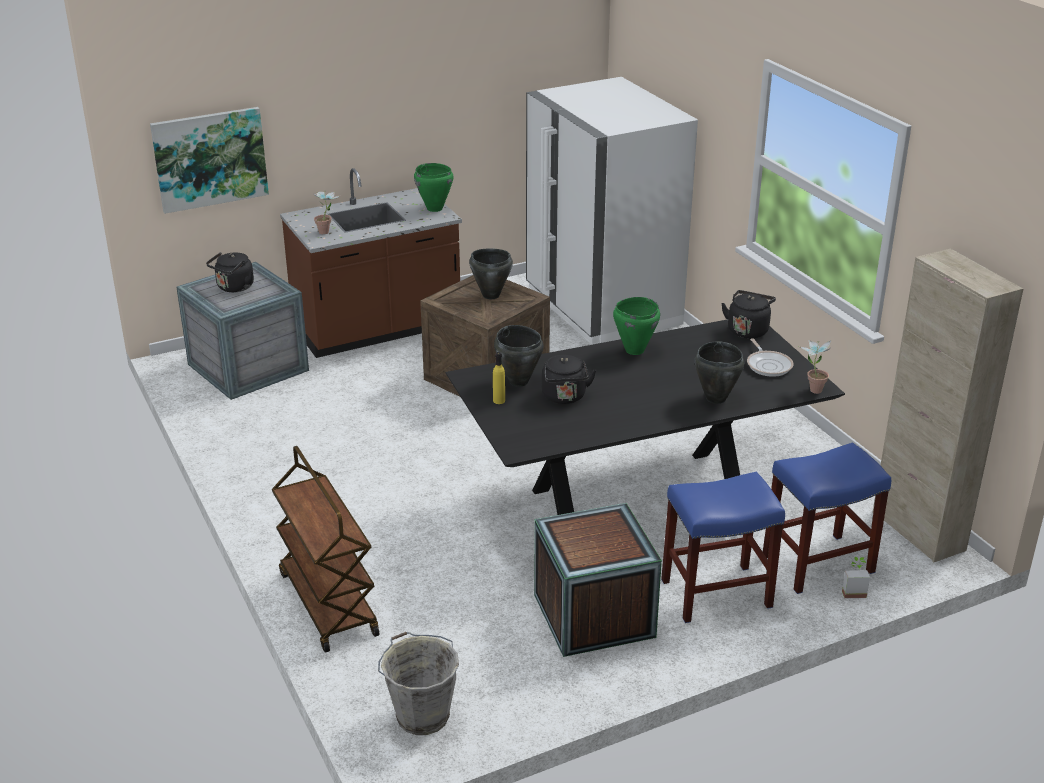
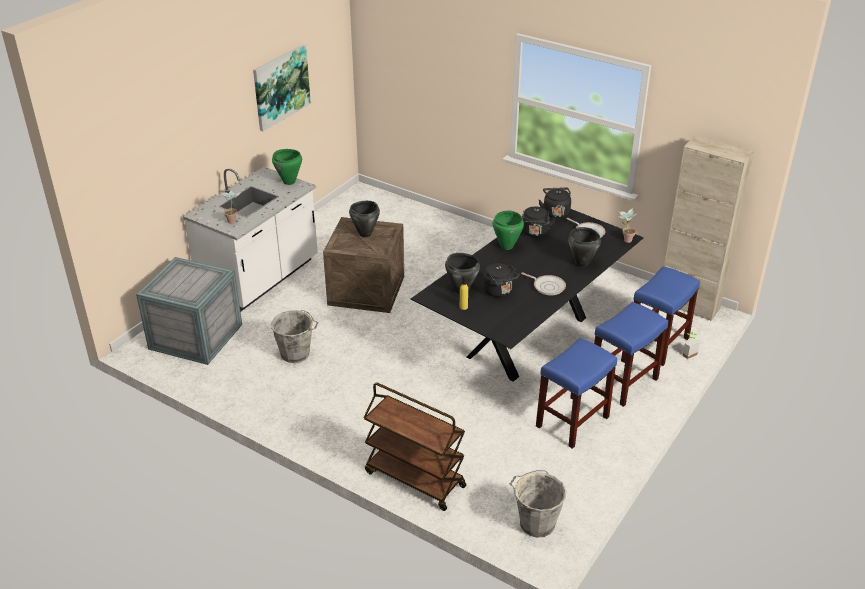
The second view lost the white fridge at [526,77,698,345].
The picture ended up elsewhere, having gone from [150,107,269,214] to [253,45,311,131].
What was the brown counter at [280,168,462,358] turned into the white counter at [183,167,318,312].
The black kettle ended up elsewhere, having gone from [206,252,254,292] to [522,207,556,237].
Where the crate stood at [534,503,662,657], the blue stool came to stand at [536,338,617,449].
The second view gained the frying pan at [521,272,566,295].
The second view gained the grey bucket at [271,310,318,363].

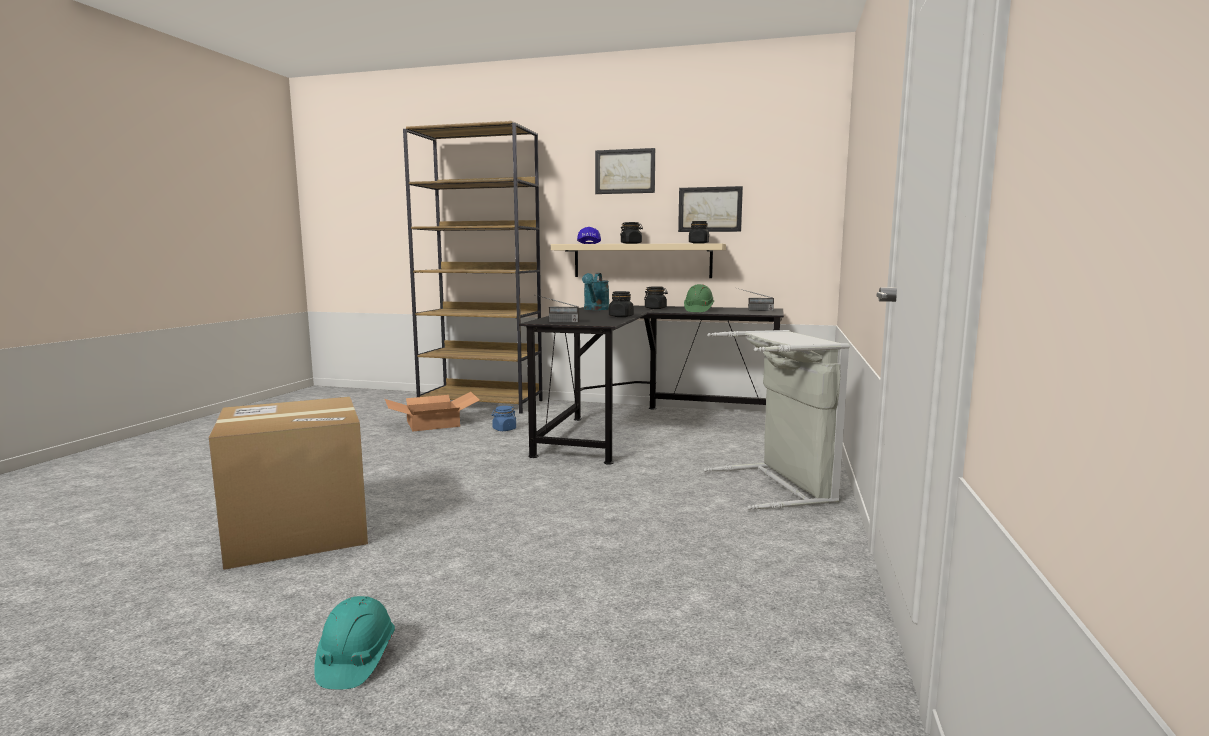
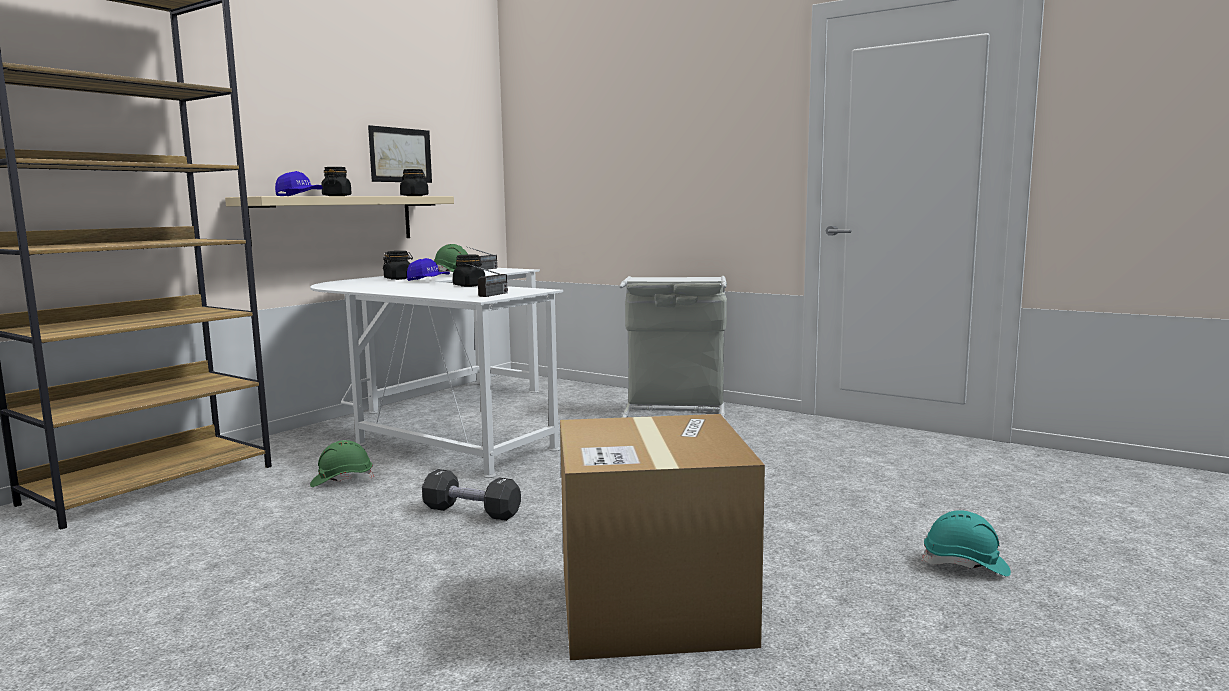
The second view lost the picture at [595,148,655,194].
The second view lost the turquoise watering can at [582,273,610,310].
What was the black desk at [519,306,784,465] turned into the white desk at [310,268,563,478].
The second view lost the cardboard box at [385,392,479,431].
Where the blue jar stood at [492,406,516,431], the green hard hat came to stand at [310,440,374,487].
The second view gained the blue cap at [407,258,450,281].
The second view gained the black dumbbell at [422,469,521,521].

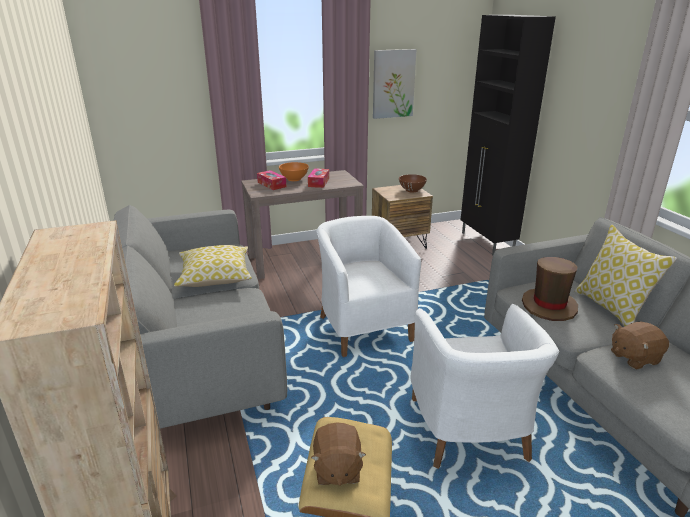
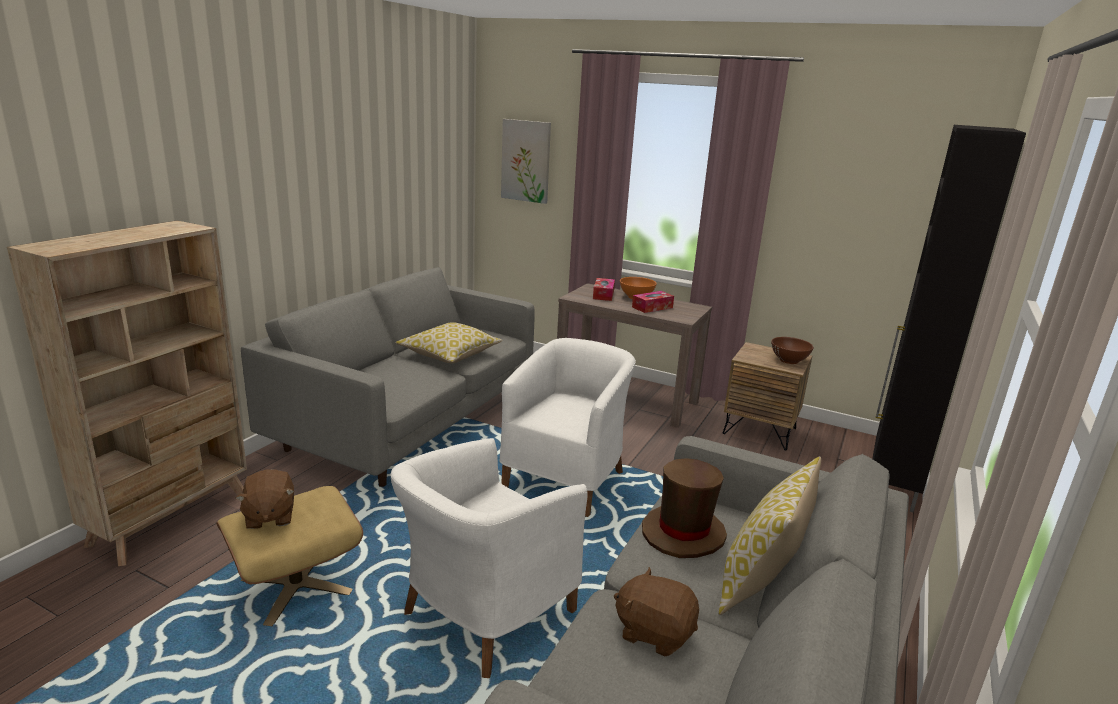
The picture ended up elsewhere, having gone from [373,49,417,119] to [501,119,551,204].
The brown plush toy at [311,422,366,486] ended up facing another way, 60 degrees counterclockwise from before.

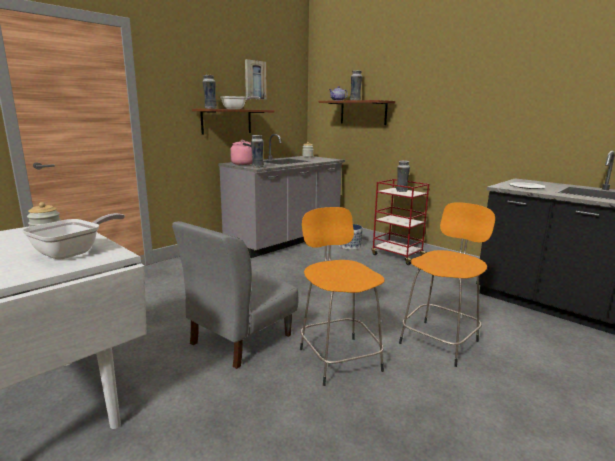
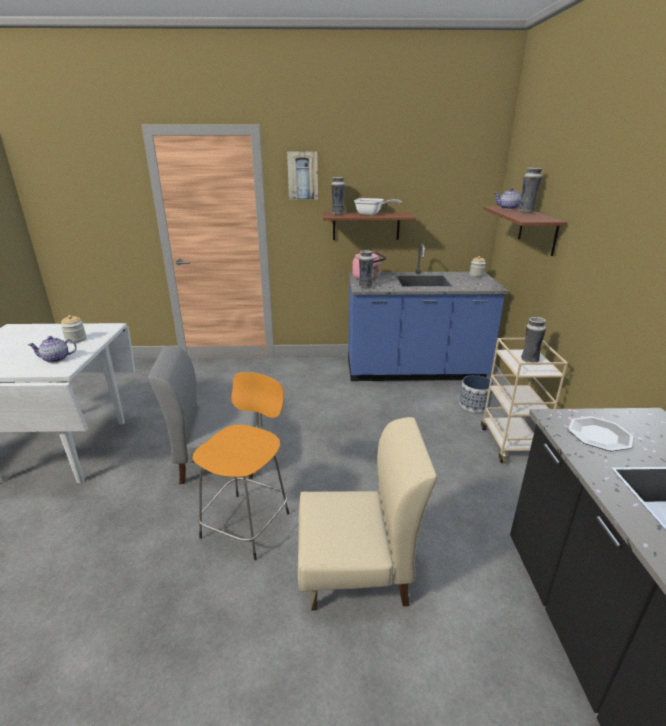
The picture ended up elsewhere, having gone from [245,59,267,99] to [287,151,318,200].
What was the grey counter at [218,134,345,258] turned into the blue counter at [348,244,508,381].
What was the red cart at [371,179,429,265] turned into the beige cart at [481,338,568,463].
Where the orange stool stood at [399,202,495,367], the beige chair came to stand at [298,417,437,611].
Where the frying pan stood at [22,213,125,260], the teapot came to stand at [28,336,77,363].

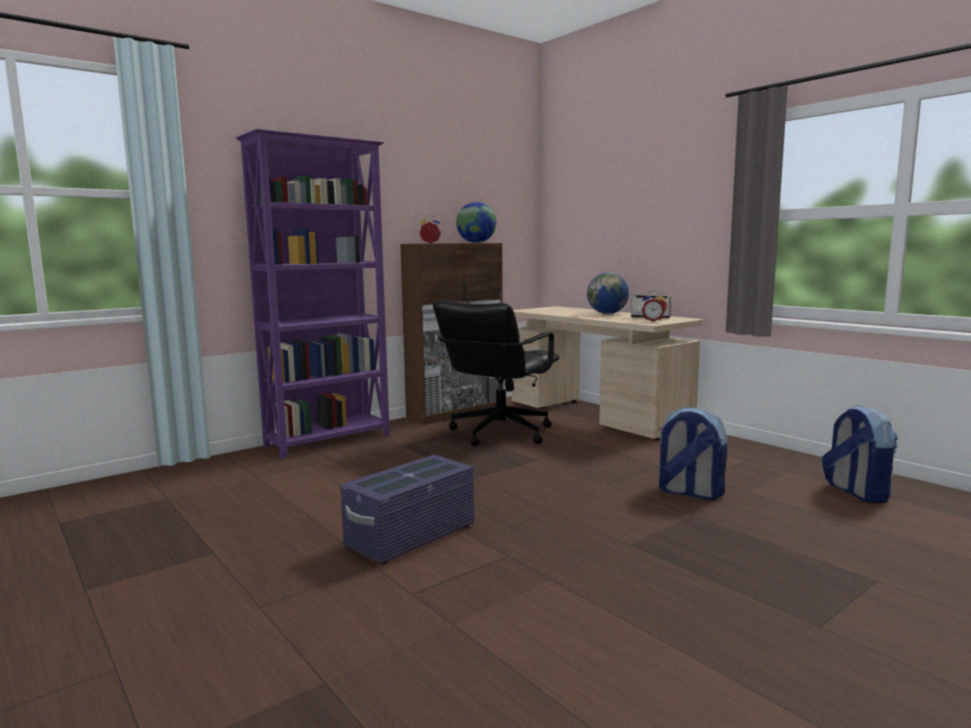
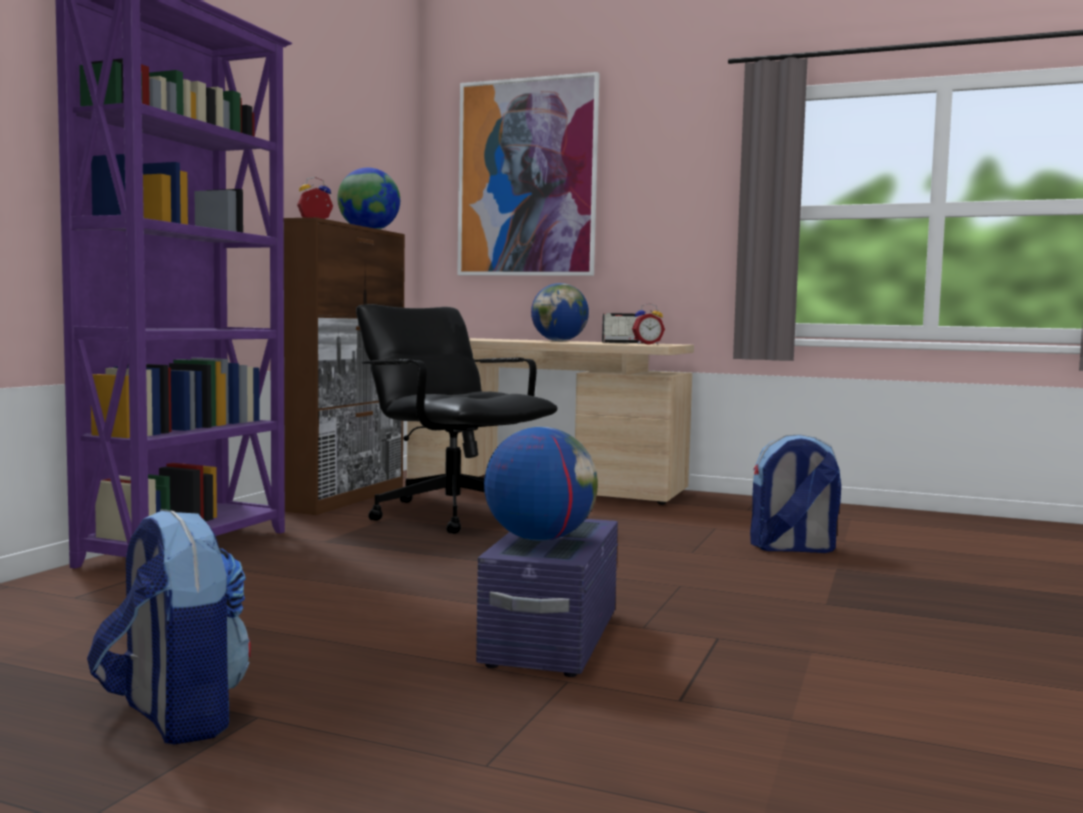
The black office chair at [433,301,560,446] ended up facing another way, 135 degrees clockwise from before.
The backpack ended up elsewhere, having gone from [822,405,898,503] to [87,509,251,744].
The second view gained the picture at [457,72,599,276].
The second view gained the globe at [484,427,598,541].

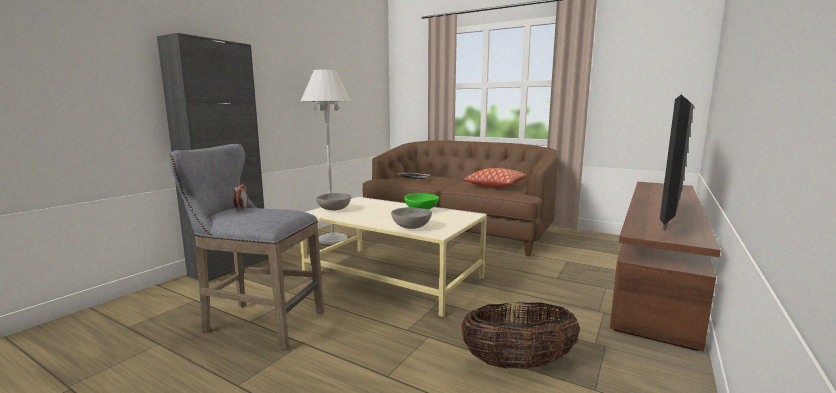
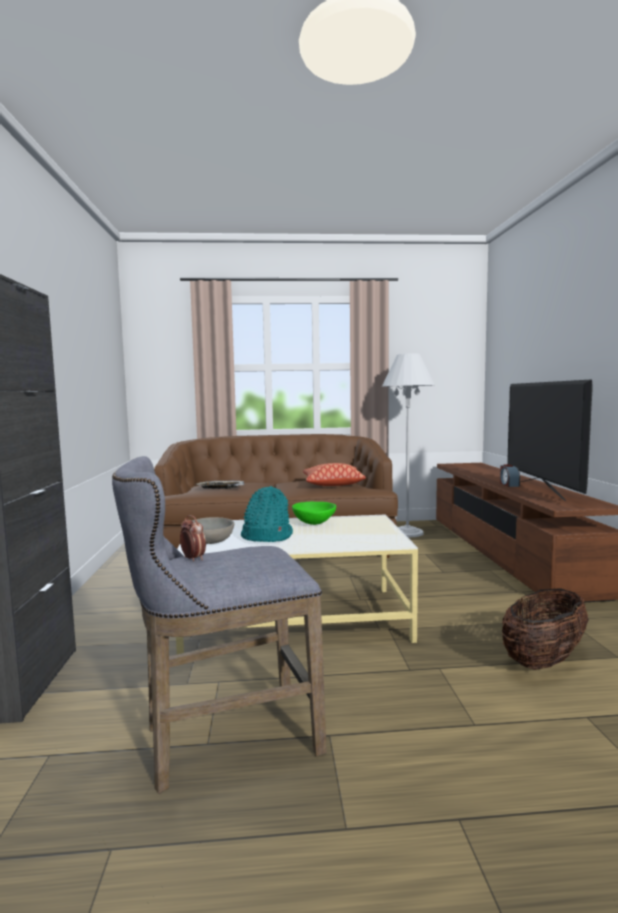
The white floor lamp ended up elsewhere, having gone from [301,70,352,244] to [382,353,435,538].
The second view lost the grey bowl at [391,207,432,229].
The second view gained the alarm clock at [500,464,520,487].
The second view gained the turquoise hat at [241,486,293,542].

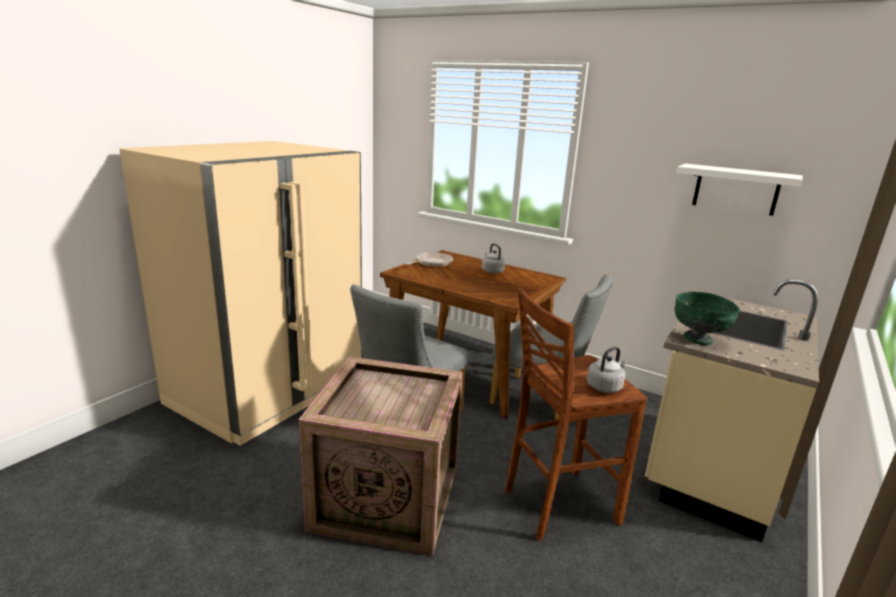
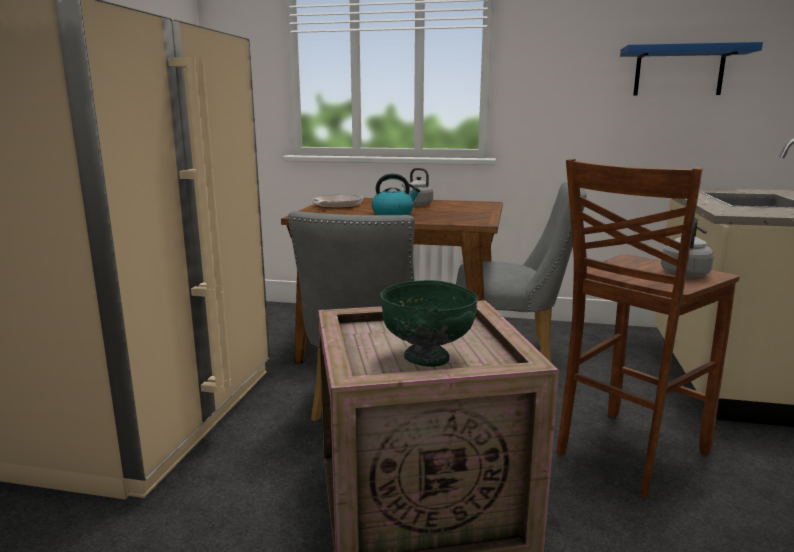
What was the white shelf at [676,164,803,216] turned into the blue shelf at [620,42,763,95].
The green bowl ended up elsewhere, having gone from [674,292,740,345] to [380,280,478,367].
The second view gained the kettle at [371,173,420,215].

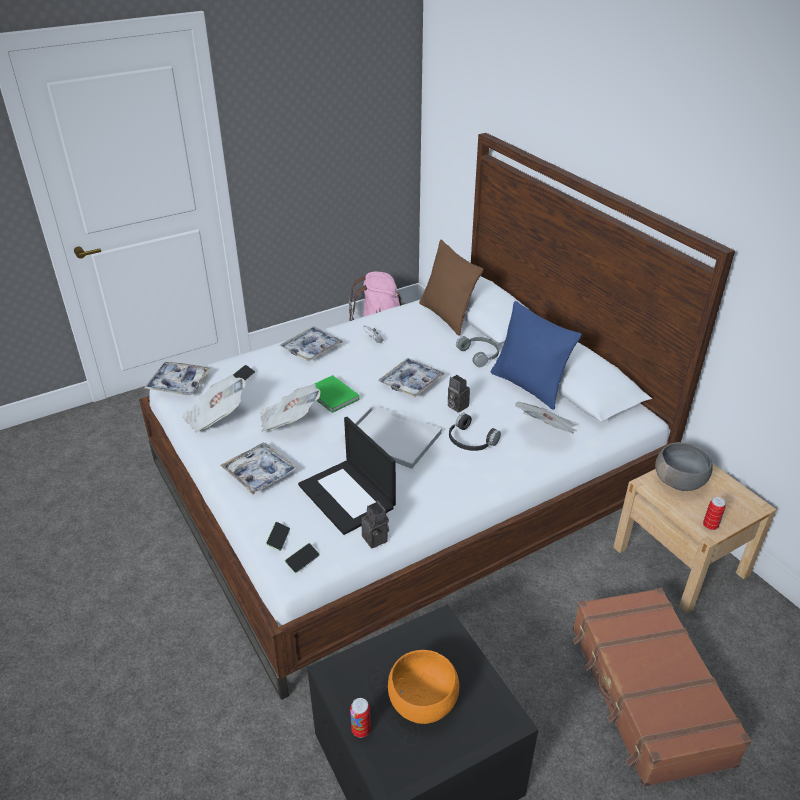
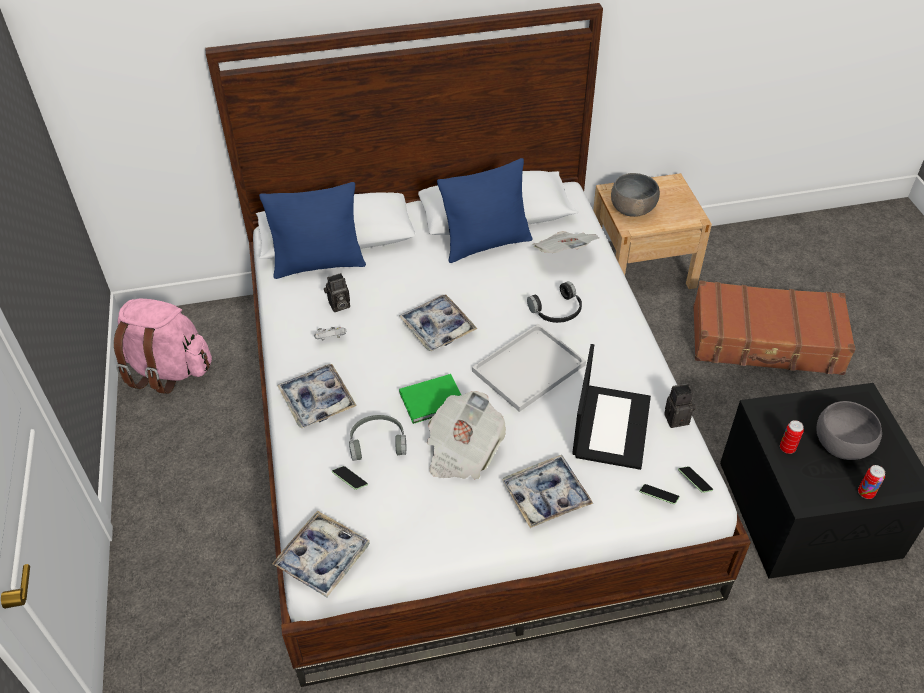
What was the brown pillow at [419,240,483,336] turned into the blue pillow at [259,182,366,279].
The grey headphones ended up elsewhere, having gone from [456,336,499,367] to [349,415,406,461].
The second view lost the newspaper at [182,375,246,433].
The photo camera ended up elsewhere, having gone from [448,375,470,413] to [324,273,350,312].
The laptop at [298,417,396,535] ended up facing another way, 60 degrees counterclockwise from before.
The can ended up elsewhere, having gone from [703,497,726,530] to [780,420,804,454].
What was the orange bowl at [388,650,459,724] turned into the grey bowl at [816,401,882,460].

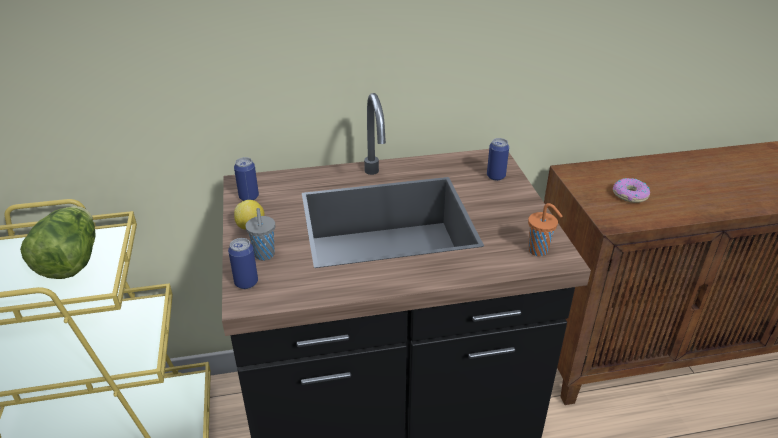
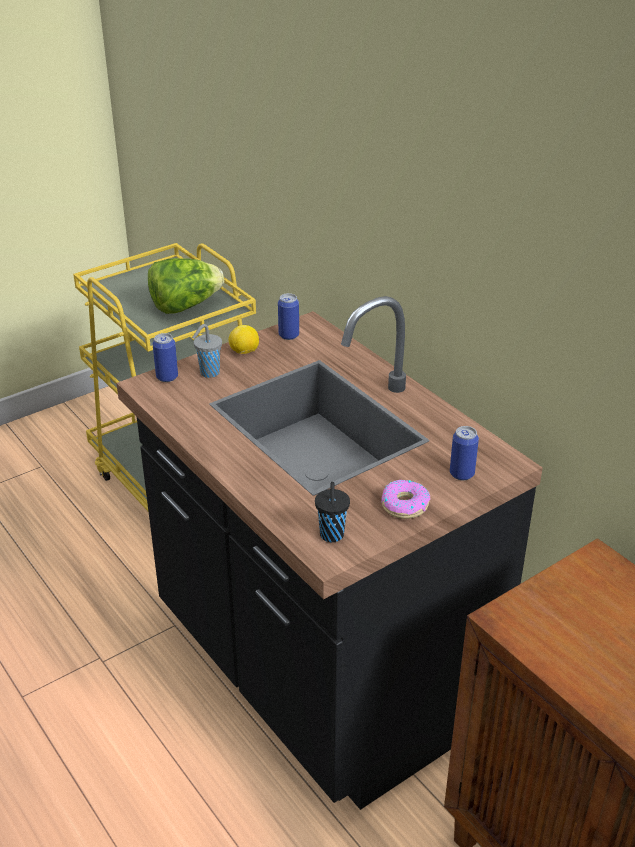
The donut ended up elsewhere, having gone from [613,178,650,203] to [381,480,430,519].
What was the orange cup at [528,203,562,256] turned into the black cup at [315,482,350,542].

